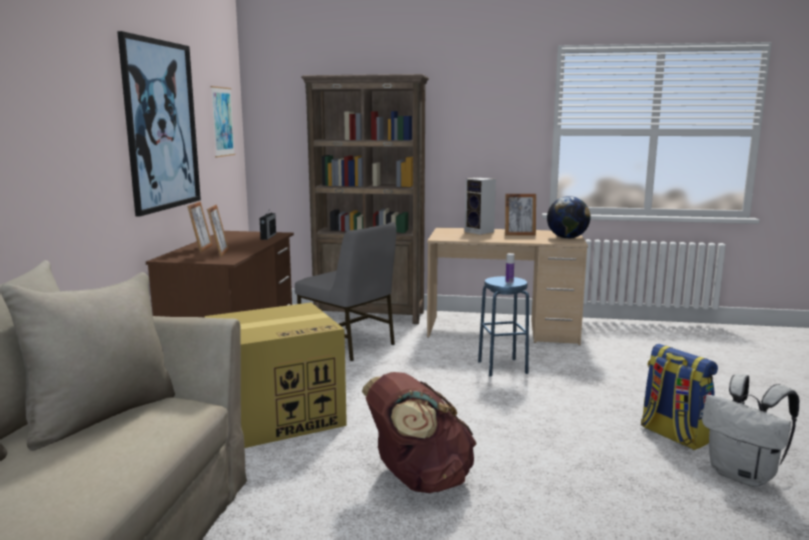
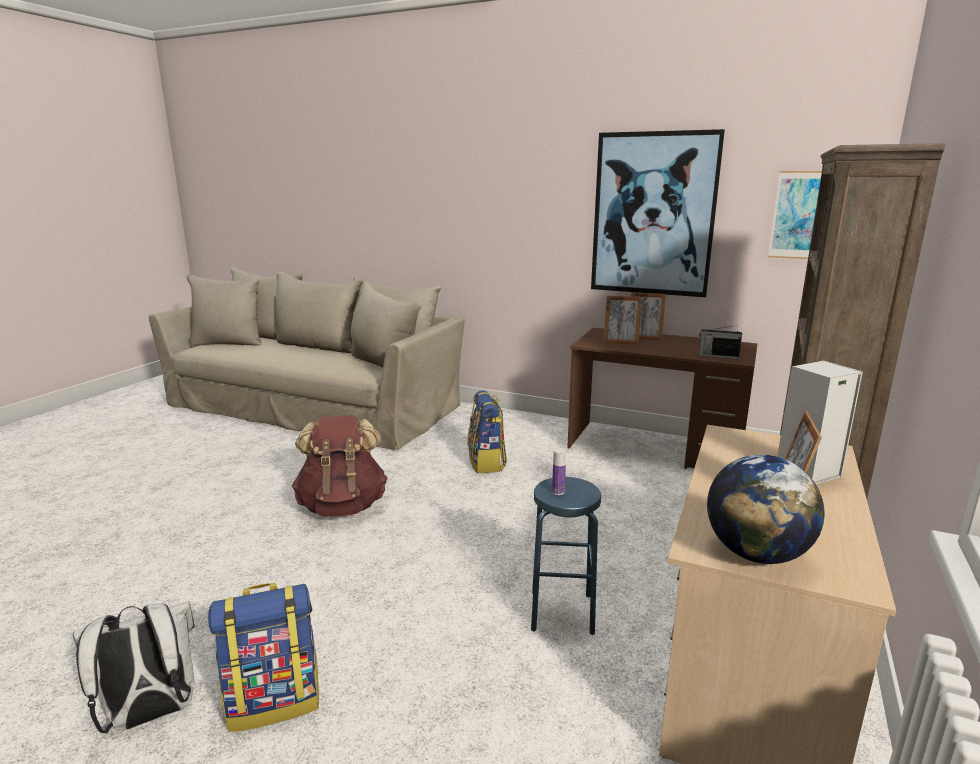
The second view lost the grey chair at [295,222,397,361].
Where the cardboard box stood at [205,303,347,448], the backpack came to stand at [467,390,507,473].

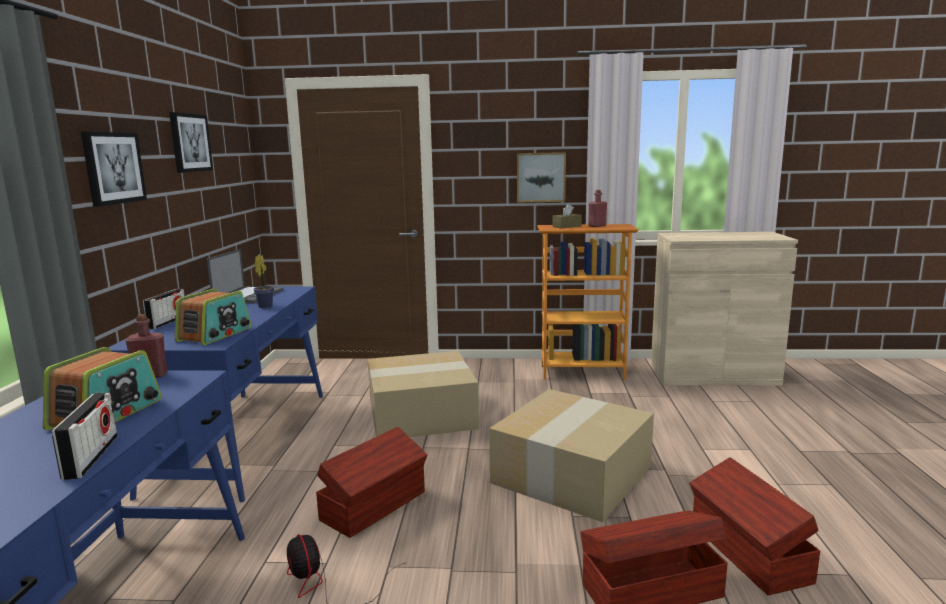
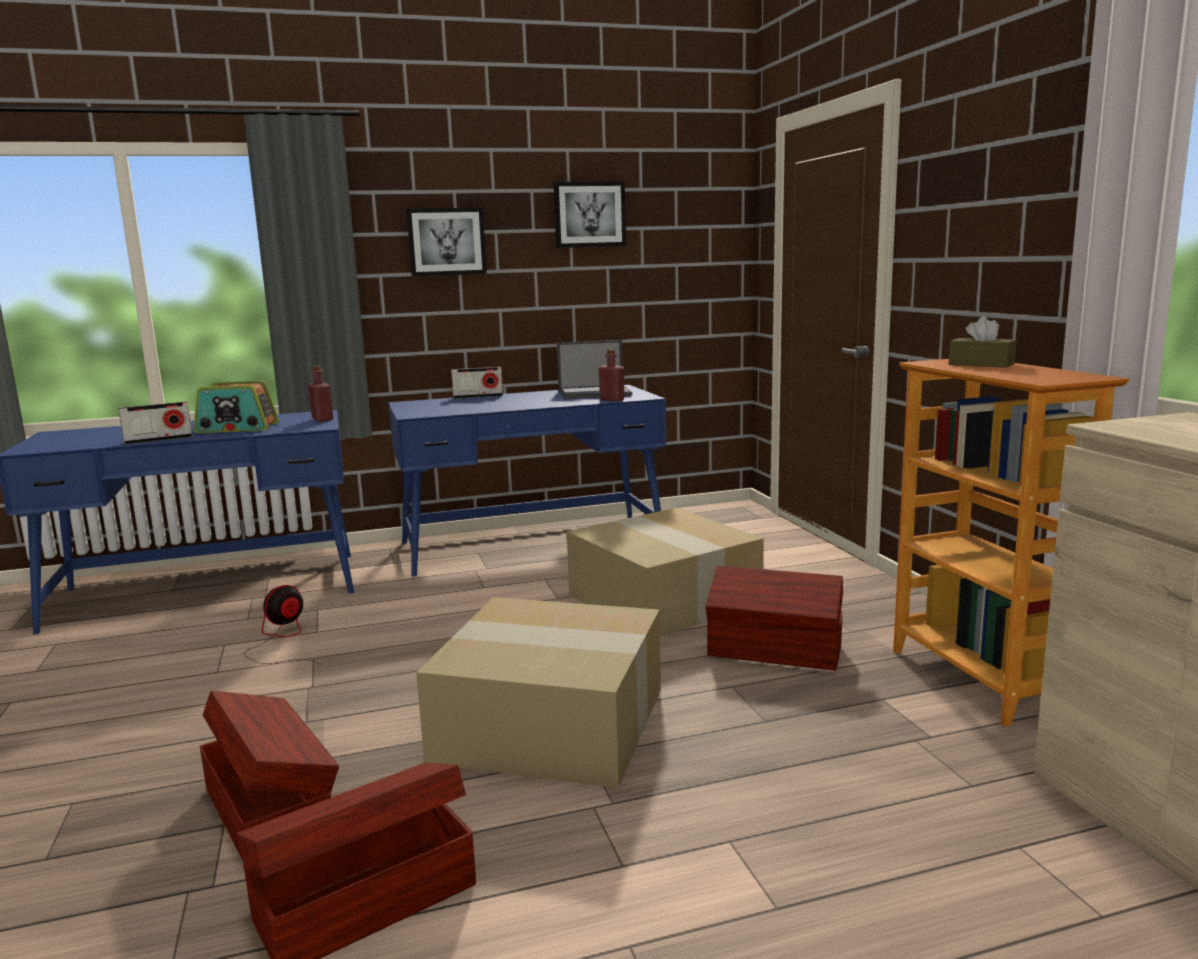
The second view lost the picture at [517,152,566,203].
The red bottle ended up elsewhere, having gone from [588,190,607,227] to [598,349,624,401].
The second view lost the potted plant at [253,254,274,308].
The second view lost the radio at [175,289,251,345].
The brown storage box ended up elsewhere, having gone from [316,427,427,538] to [706,566,843,671].

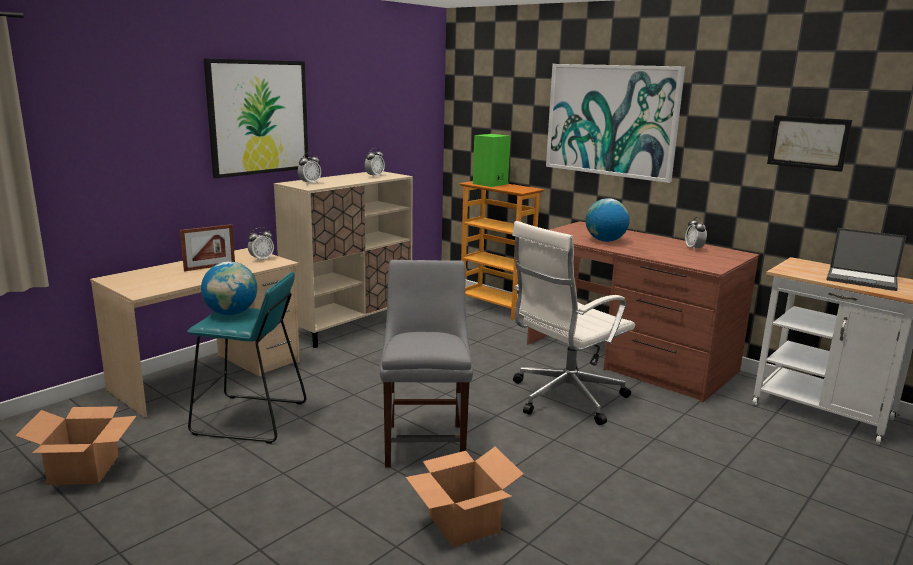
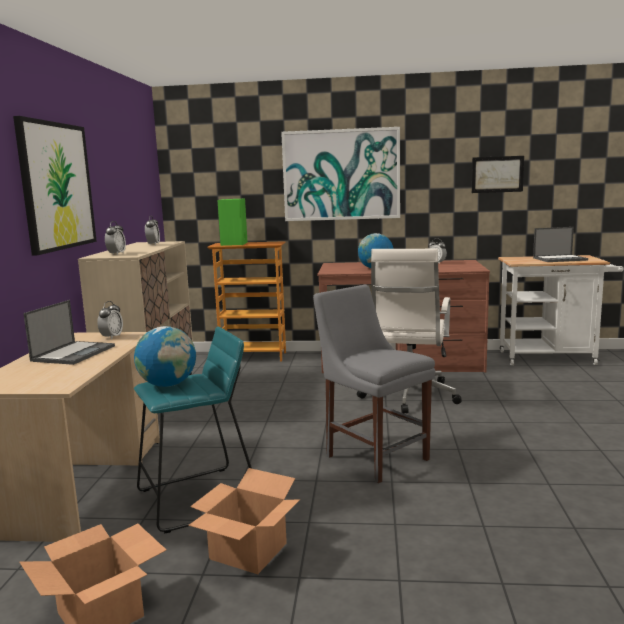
Where the picture frame stood at [180,224,235,271], the laptop came to stand at [23,300,115,365].
The cardboard box ended up elsewhere, having gone from [406,447,523,547] to [188,468,300,574].

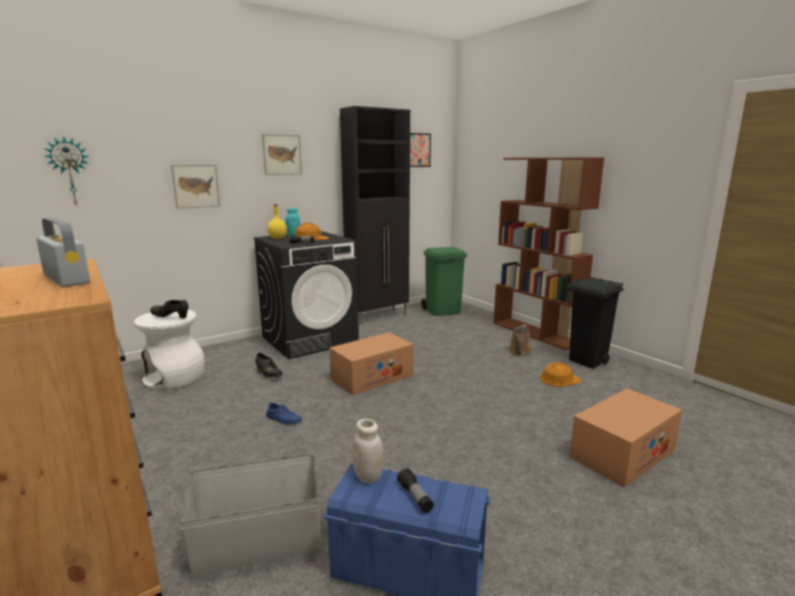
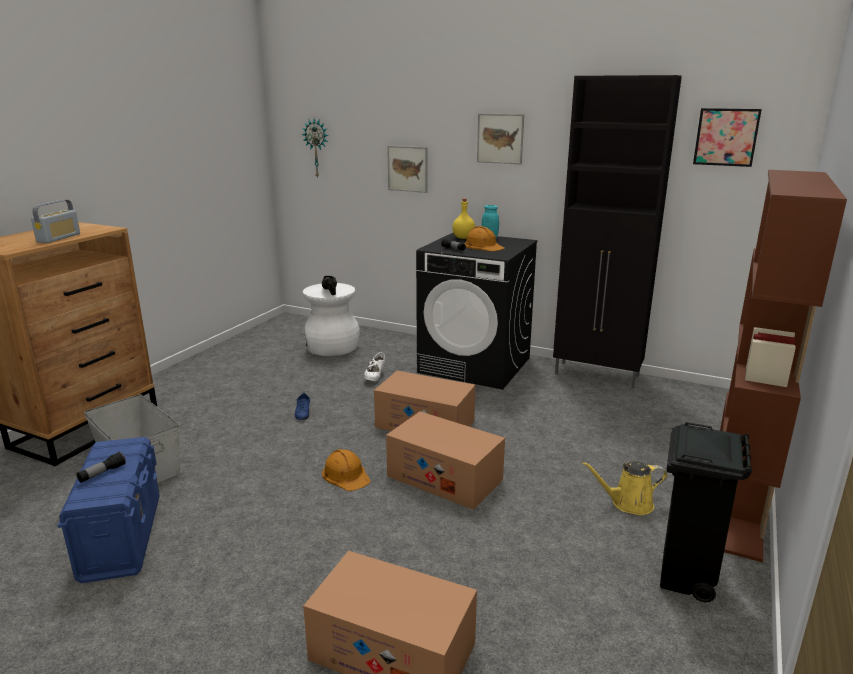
The second view lost the green trash can at [421,247,467,316].
What was the brown watering can at [508,325,532,356] turned into the yellow watering can at [582,461,667,515].
What was the black shoe at [255,353,282,377] turned into the white shoe at [364,352,385,381].
The orange hard hat ended up elsewhere, having gone from [540,362,582,387] to [322,449,371,491].
The second view lost the white jar at [353,419,383,484].
The second view gained the cardboard box at [386,411,505,510].

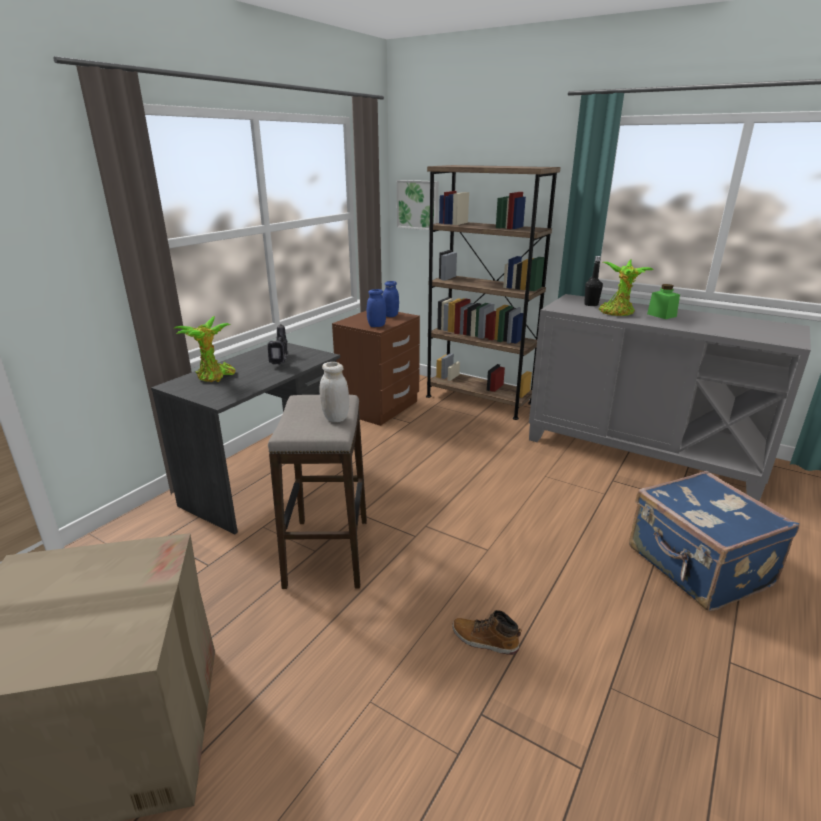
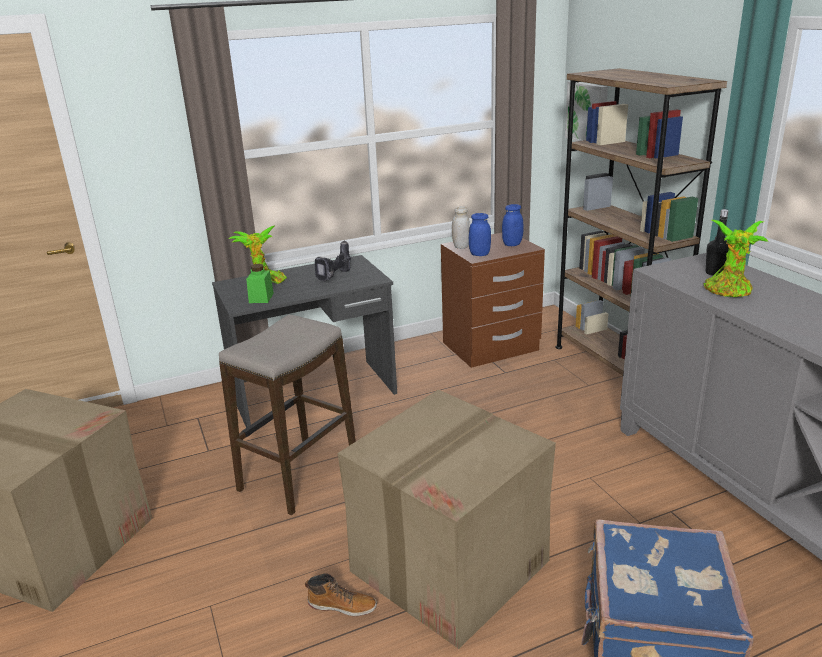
The green jar ended up elsewhere, having gone from [647,284,680,319] to [246,264,274,303].
The white jar ended up elsewhere, having gone from [320,362,349,422] to [452,206,470,249].
The boot at [452,610,522,655] ended up facing another way, 135 degrees clockwise from before.
The second view gained the cardboard box at [338,390,556,649].

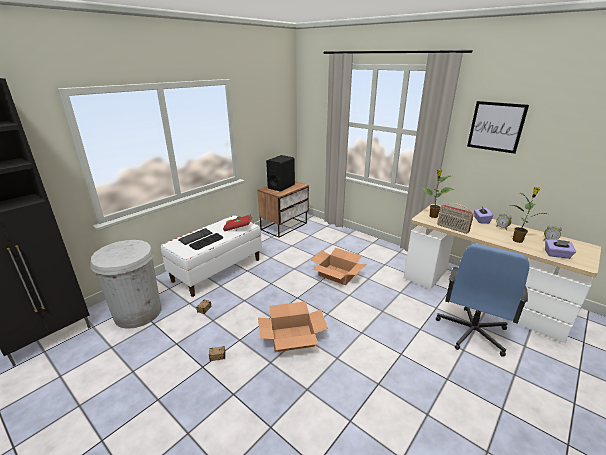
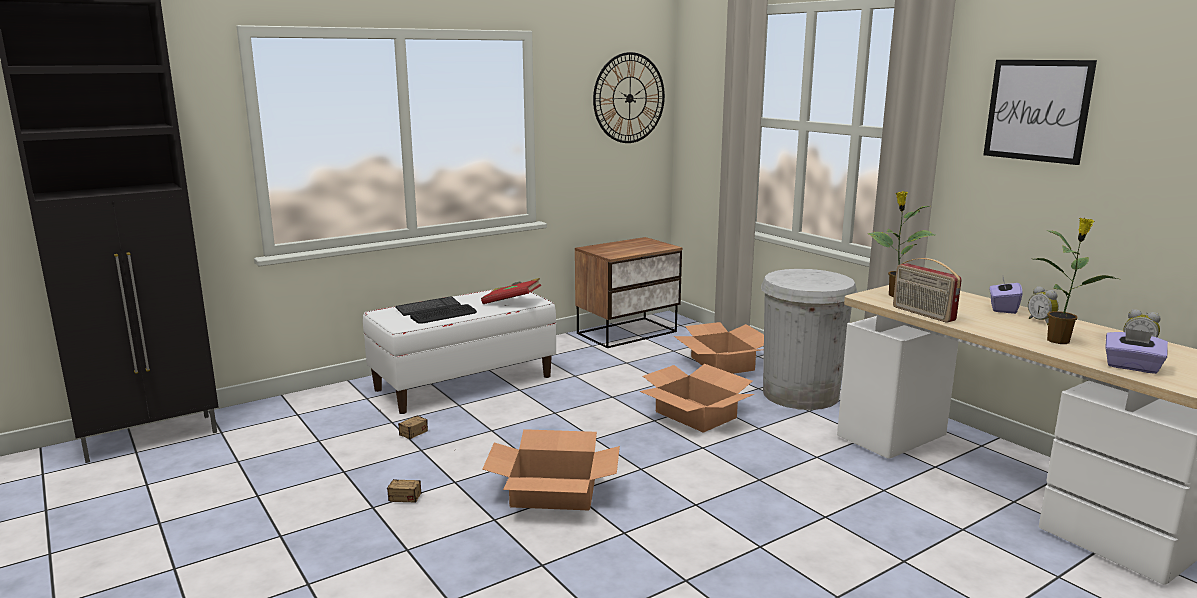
The second view lost the black speaker at [266,155,295,192].
The white trash can ended up elsewhere, having gone from [90,240,161,329] to [761,269,857,410].
The second view lost the blue office chair at [436,244,529,357].
The second view gained the wall clock at [593,52,665,143].
The second view gained the cardboard box at [674,322,764,374].

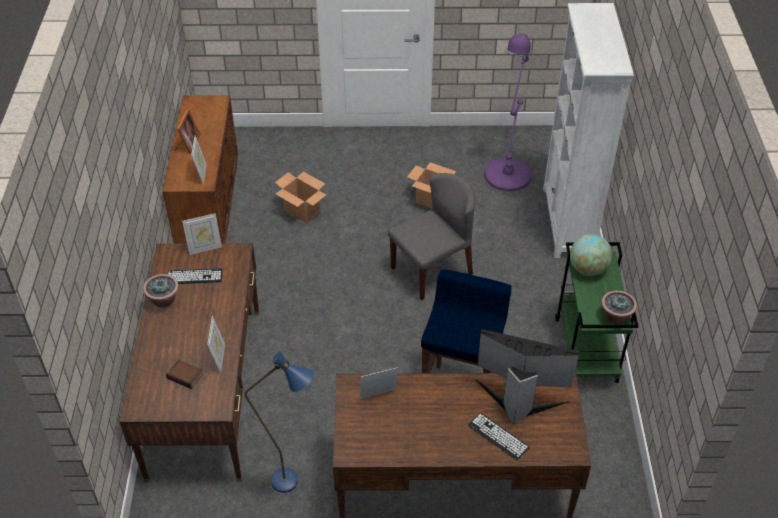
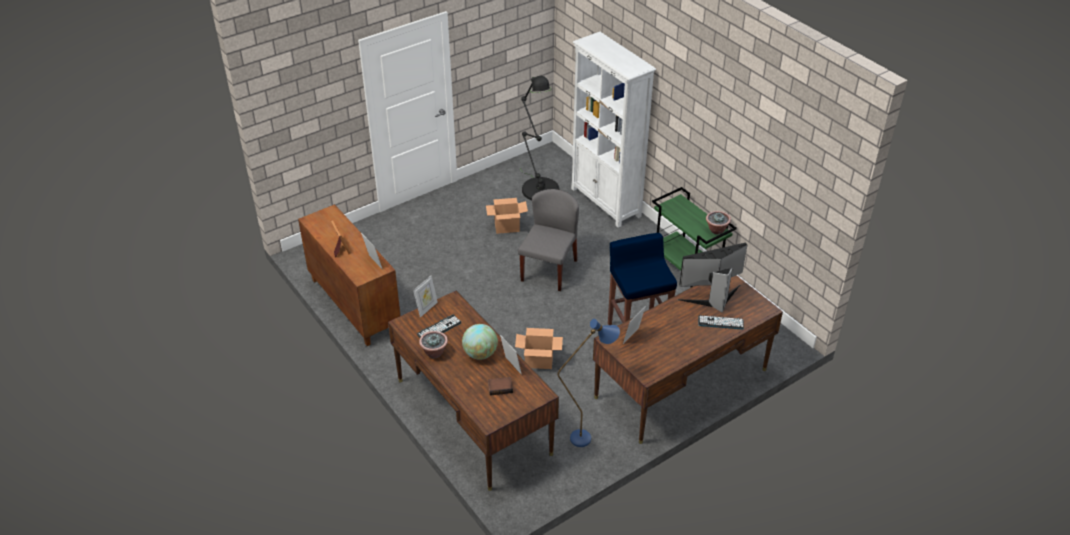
What was the purple floor lamp at [484,33,533,191] turned into the black floor lamp at [520,76,559,200].
The cardboard box ended up elsewhere, having gone from [275,172,326,223] to [515,328,563,369].
The globe ended up elsewhere, having gone from [570,234,613,276] to [462,324,498,360].

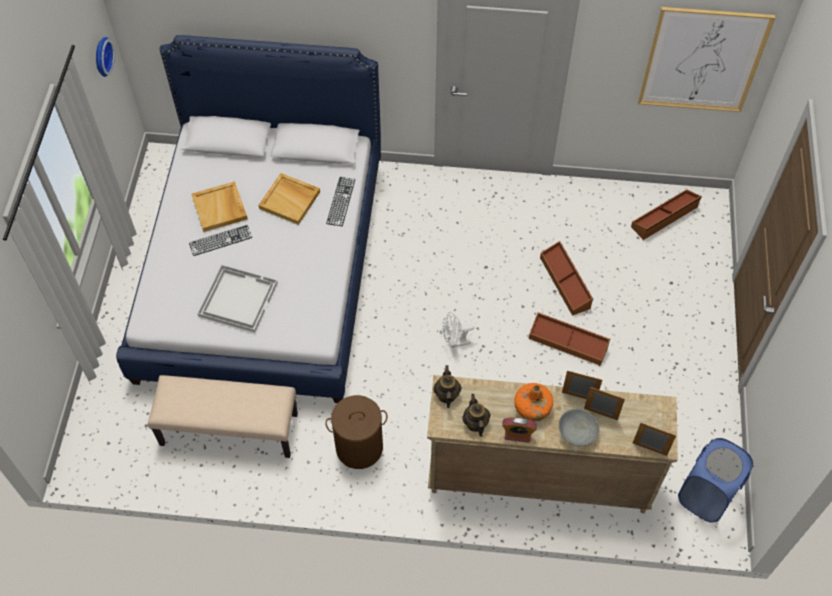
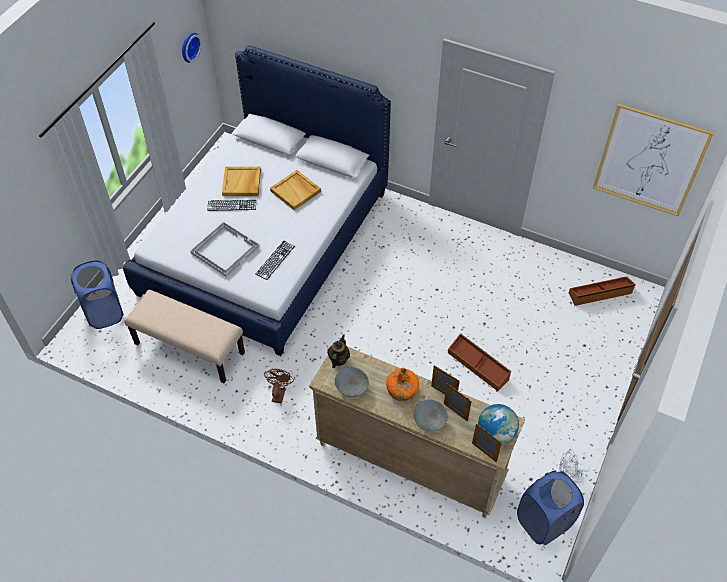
The keyboard ended up elsewhere, having gone from [326,177,356,227] to [255,241,295,280].
The second view lost the brown storage box at [540,241,593,316].
The white fan ended up elsewhere, having gone from [442,312,474,348] to [559,449,590,483].
Where the teapot stood at [462,394,491,437], the grey bowl came to stand at [335,367,369,397].
Where the brown laundry basket stood at [325,395,388,469], the brown fan came to stand at [264,369,294,404].
The second view lost the alarm clock at [502,417,537,443].
The second view gained the blue laundry basket at [71,260,124,329].
The second view gained the globe at [478,404,519,445].

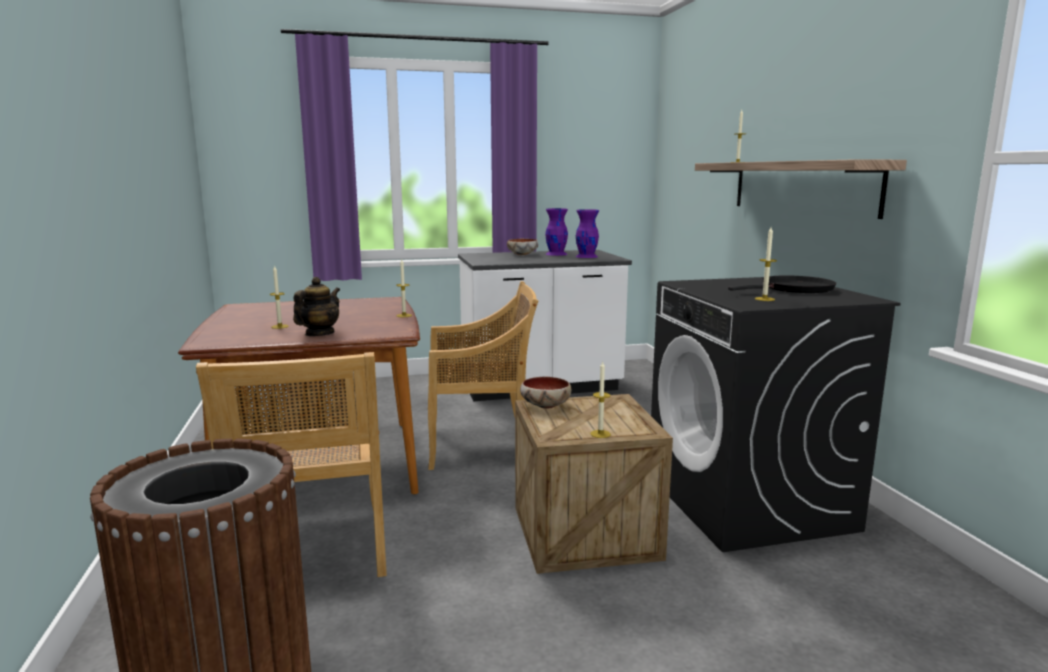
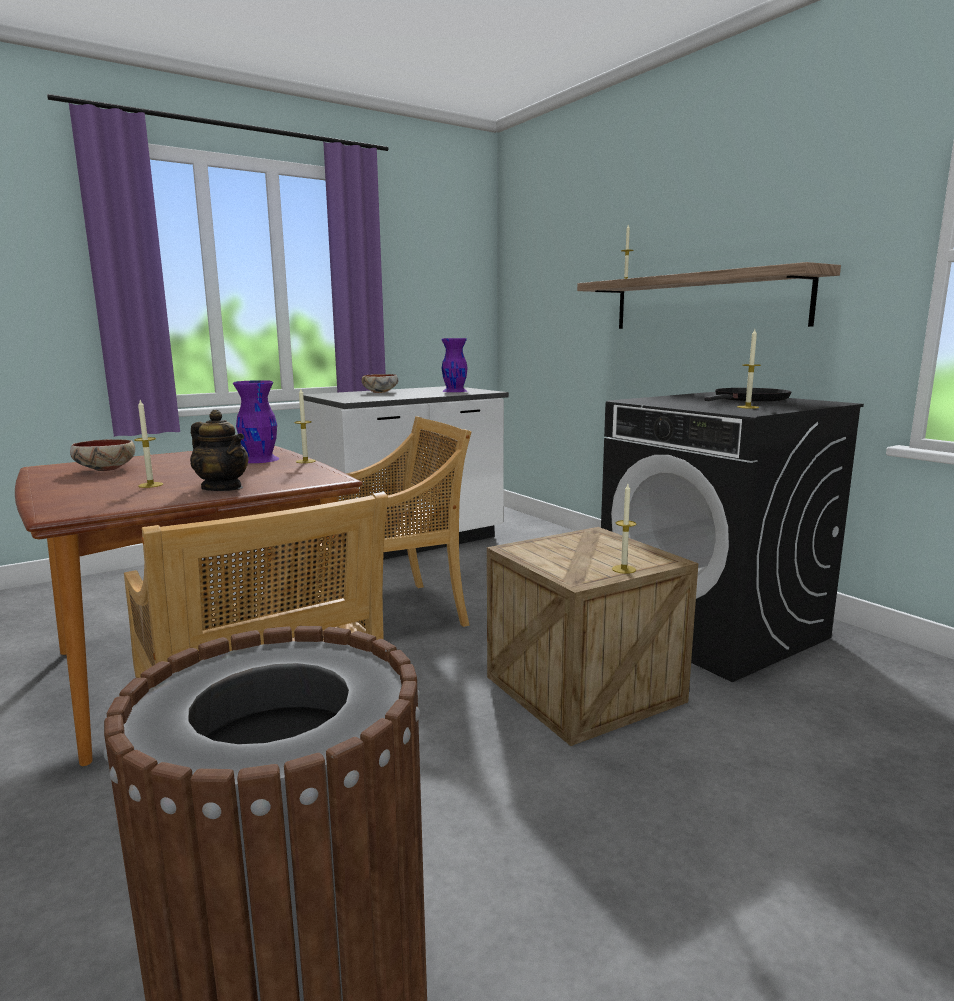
The purple vase ended up elsewhere, having gone from [545,208,568,256] to [233,380,279,463].
The teapot at [293,277,340,336] ended up facing another way, 120 degrees clockwise from before.
The bowl ended up elsewhere, having gone from [520,377,571,409] to [70,439,135,471].

